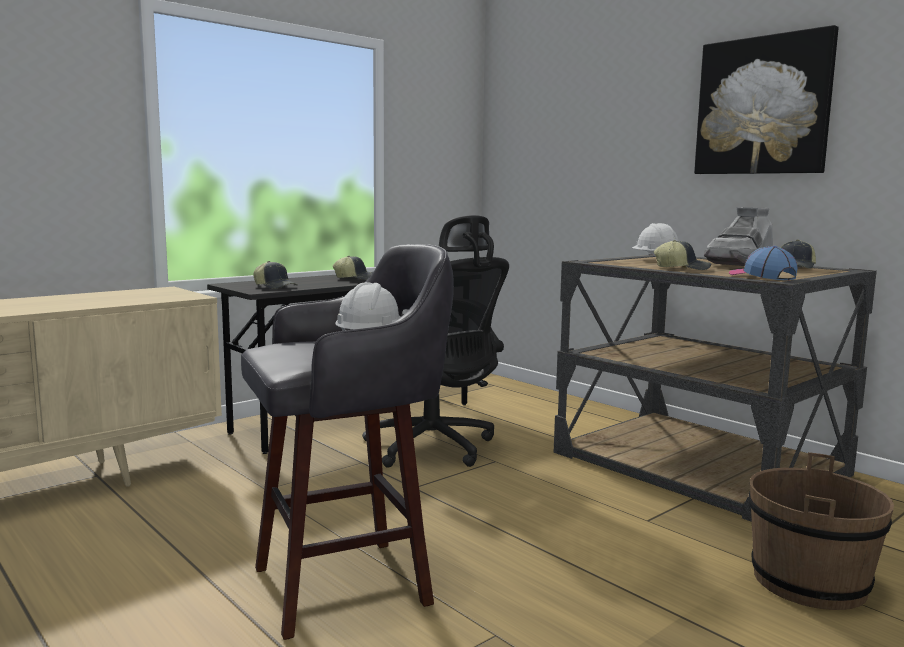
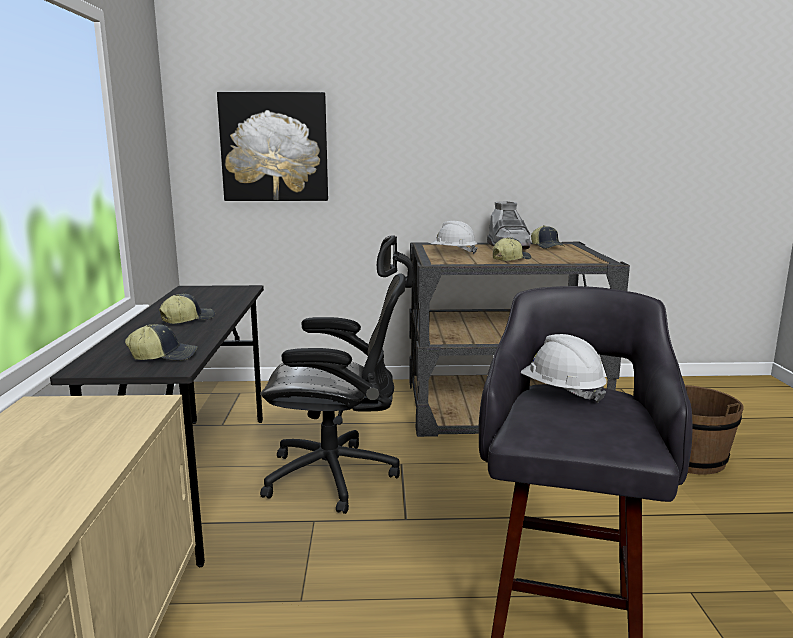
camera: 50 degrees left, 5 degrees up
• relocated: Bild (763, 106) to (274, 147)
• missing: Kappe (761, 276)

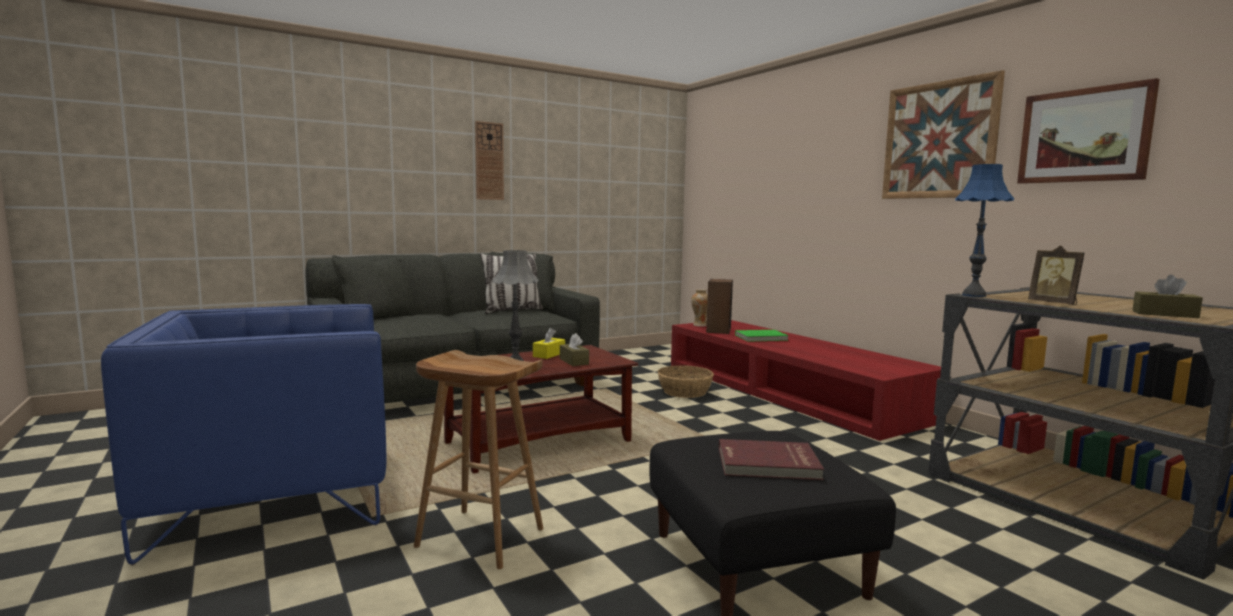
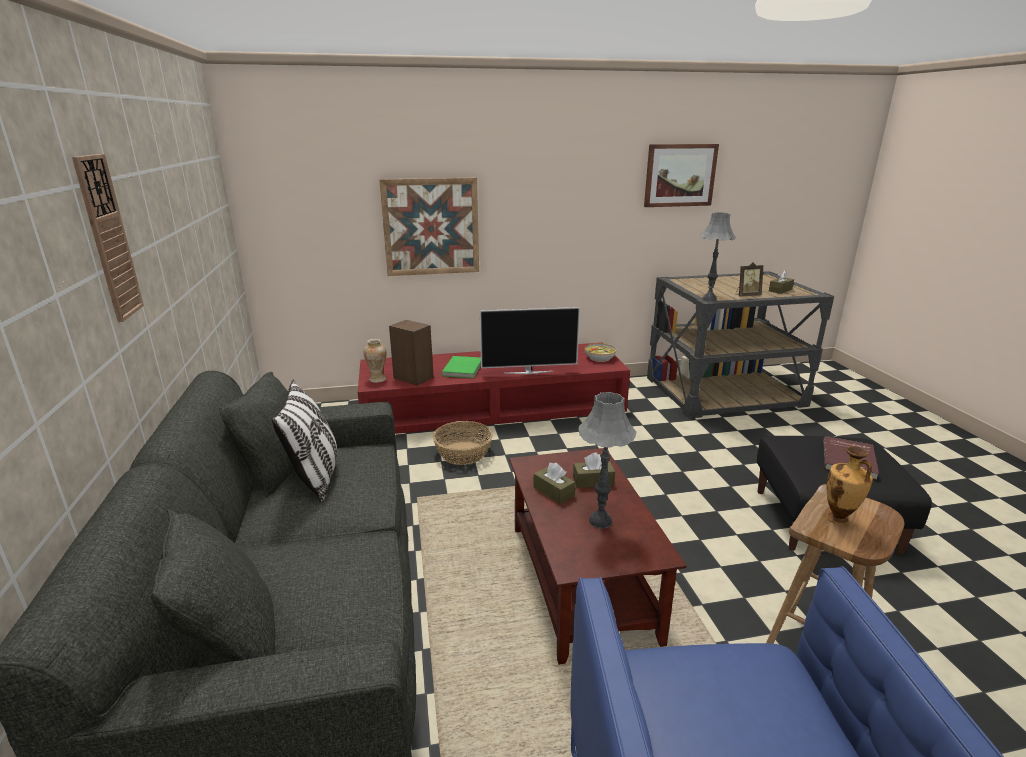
camera: 70 degrees left, 15 degrees up
• relocated: Bild (939, 140) to (431, 227)
• appeared: Fernseher (528, 372)
• colour: Taschentuchbox (gelb) (549, 354) to Taschentuchbox (braun) (553, 492)
• appeared: Schüssel (599, 357)
• colour: Tischlampe (blau) (973, 295) to Tischlampe (grau) (709, 299)
• appeared: Vase (838, 520)

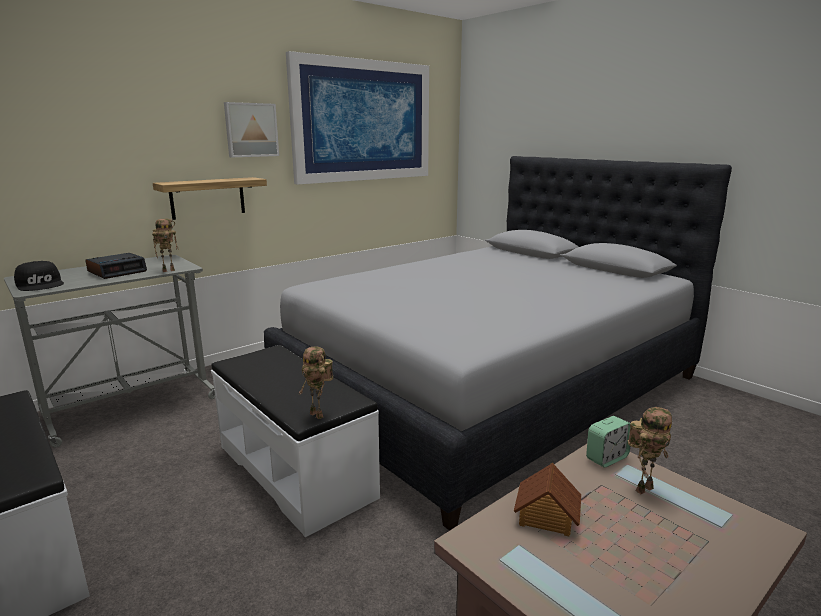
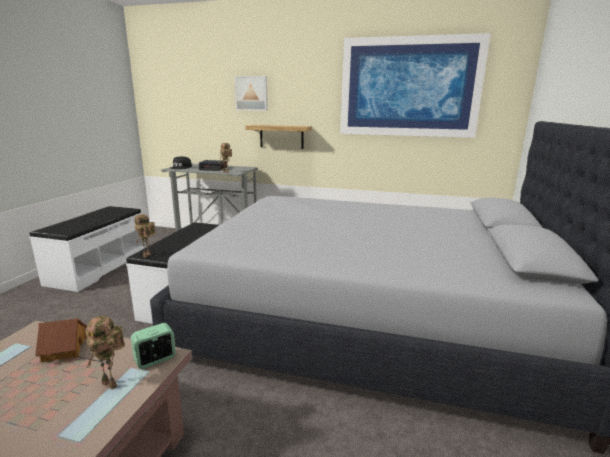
camera: 55 degrees right, 0 degrees up
• spun: Wecker (606, 458) = (155, 360) 120 degrees clockwise
• relocated: Bild (251, 130) to (252, 93)

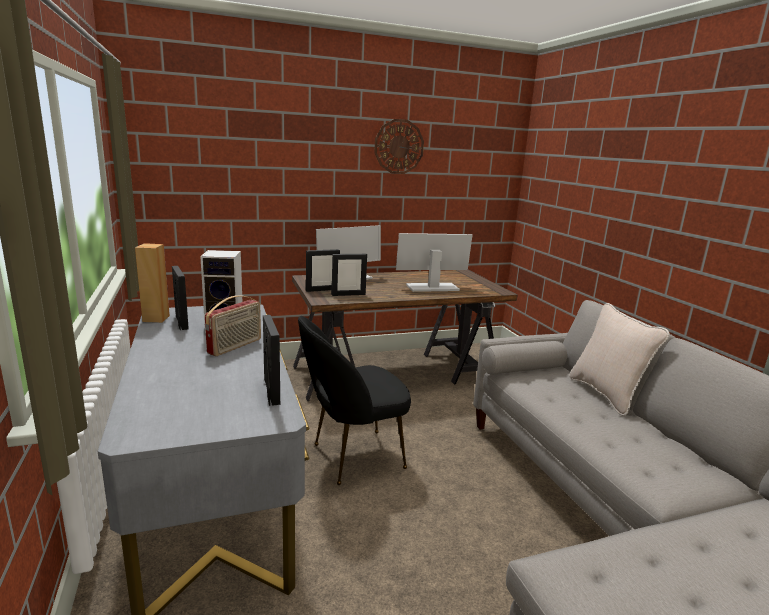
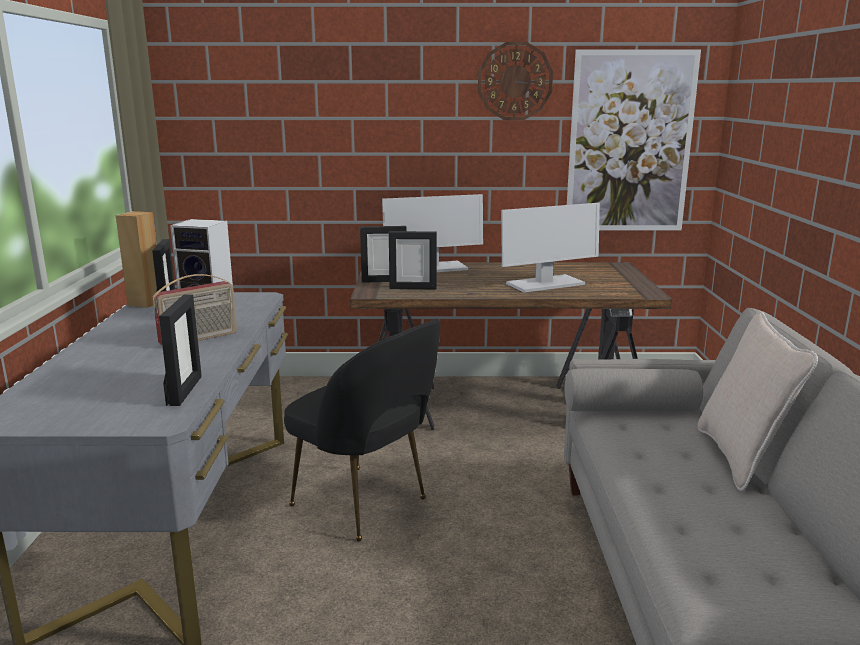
camera: 20 degrees right, 0 degrees up
• spun: Stuhl (schwarz) (351, 458) = (366, 506) 135 degrees counterclockwise
• spun: Monitor (433, 287) = (545, 284) 150 degrees clockwise
• appeared: Bild (630, 143)

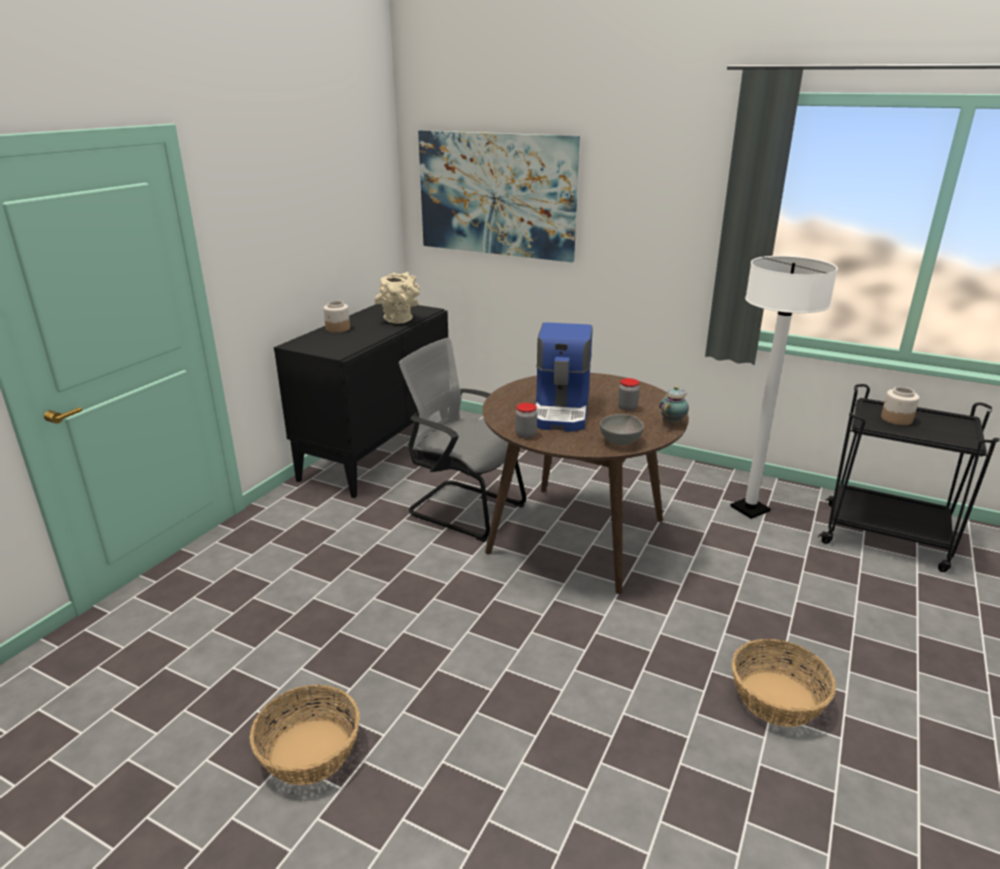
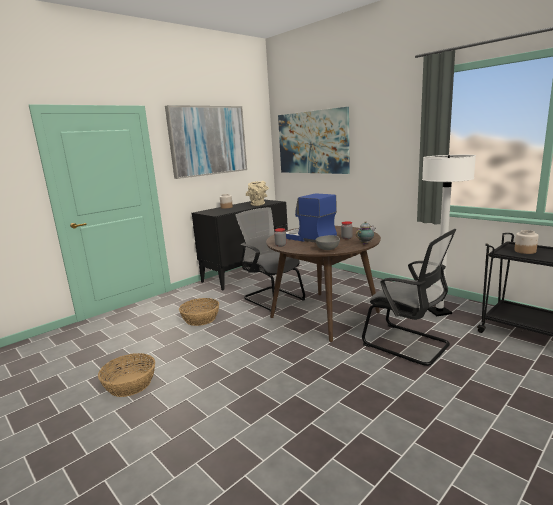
camera: 20 degrees right, 10 degrees down
• appeared: Bild (208, 141)
• relocated: Korb (776, 698) to (201, 319)
• spun: Kaffeemaschine (562, 411) = (309, 238) 105 degrees clockwise
• appeared: Stuhl (408, 345)

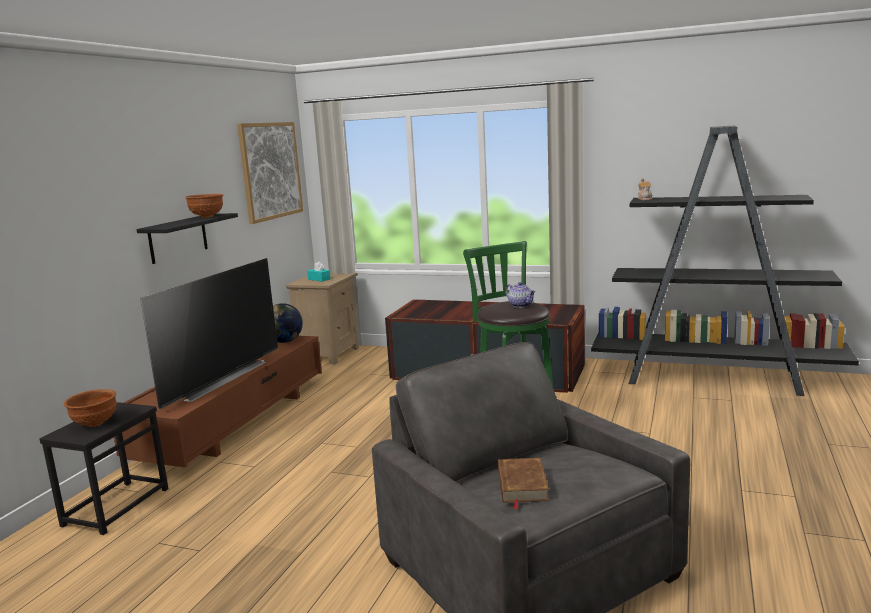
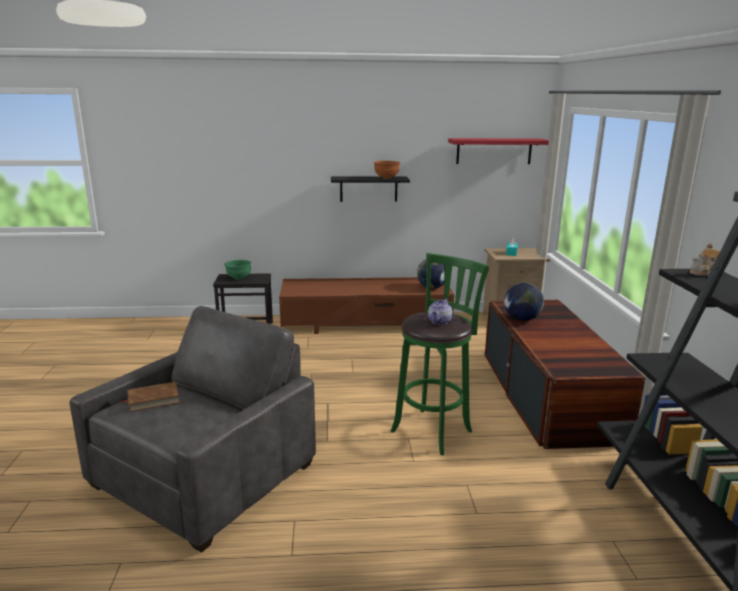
camera: 65 degrees right, 5 degrees up
• colour: Schüssel (braun) (94, 424) to Schüssel (grün) (238, 278)
• exchanged: Bild (270, 170) to Wandregal (rot) (494, 151)
• appeared: Globus (521, 319)
• missing: Fernseher (219, 379)

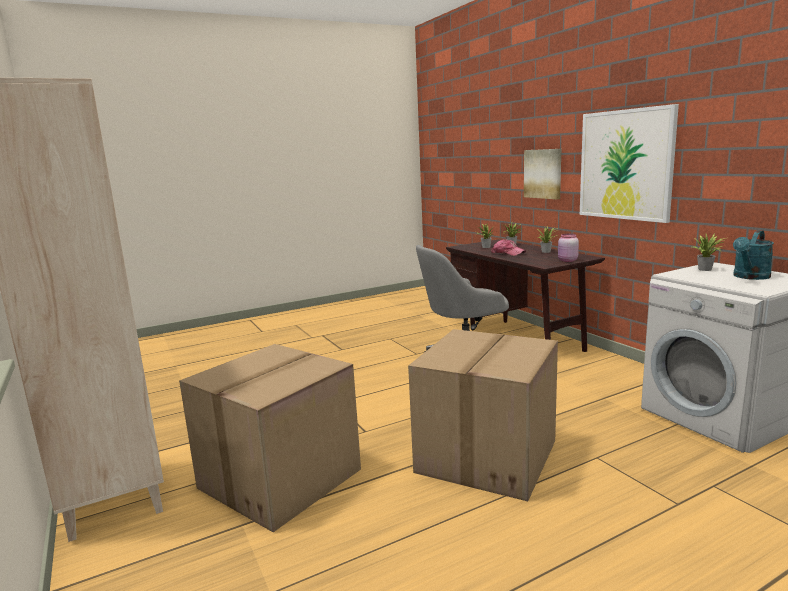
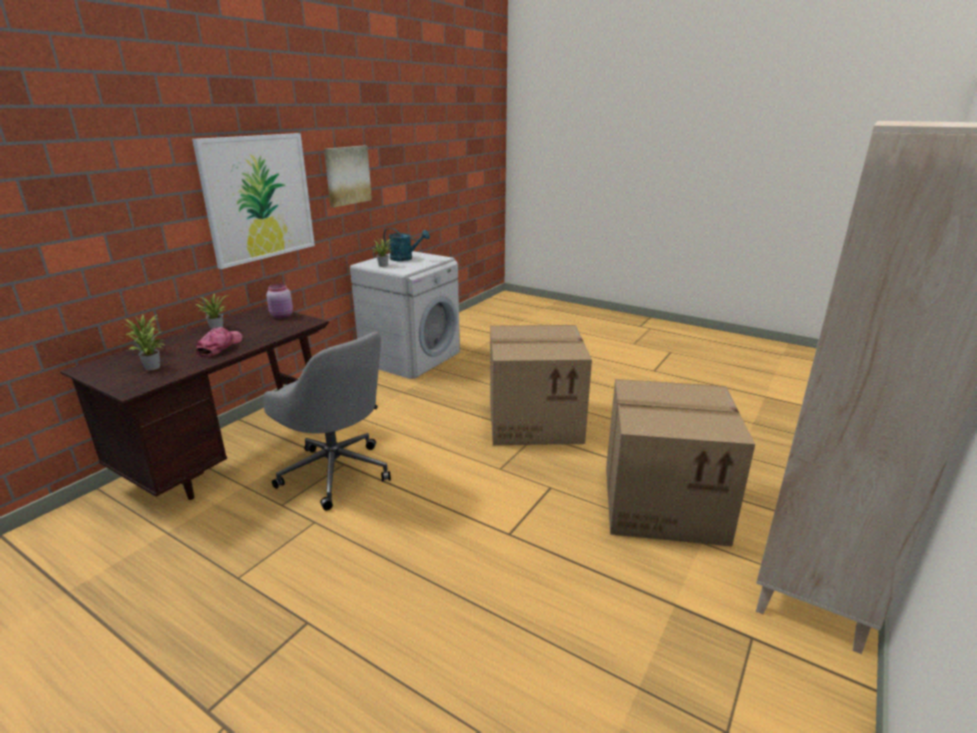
camera: 120 degrees left, 10 degrees up
• relocated: Bild (543, 173) to (347, 175)

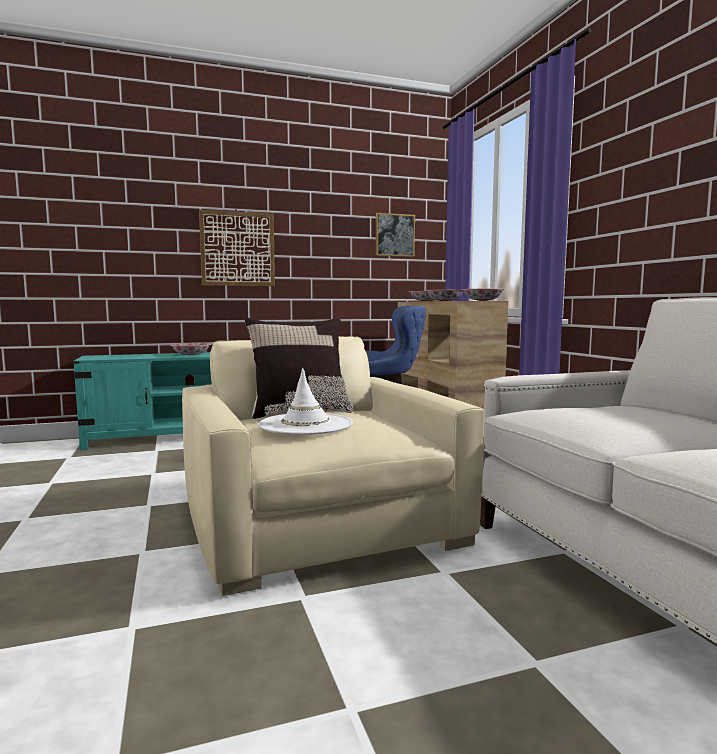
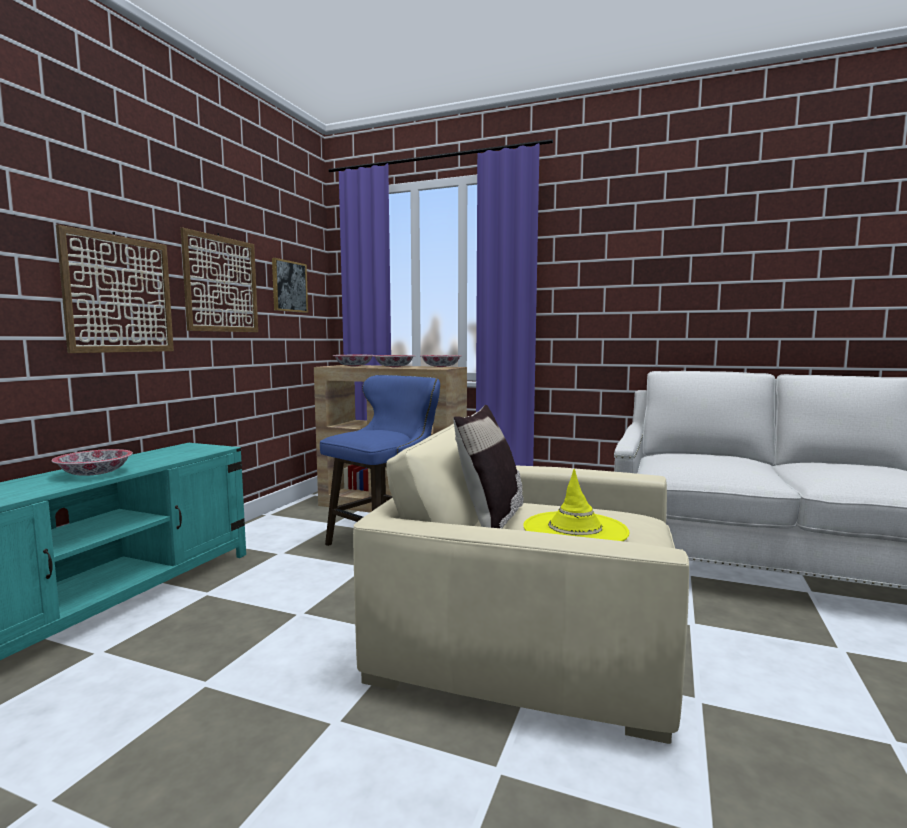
camera: 50 degrees left, 0 degrees up
• appeared: Bild (221, 282)
• colour: Hut (weiß) (306, 424) to Hut (gelb) (575, 530)

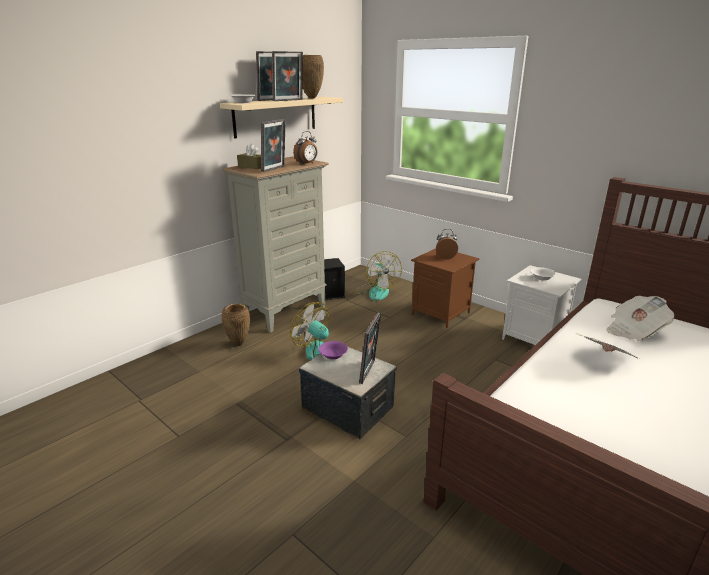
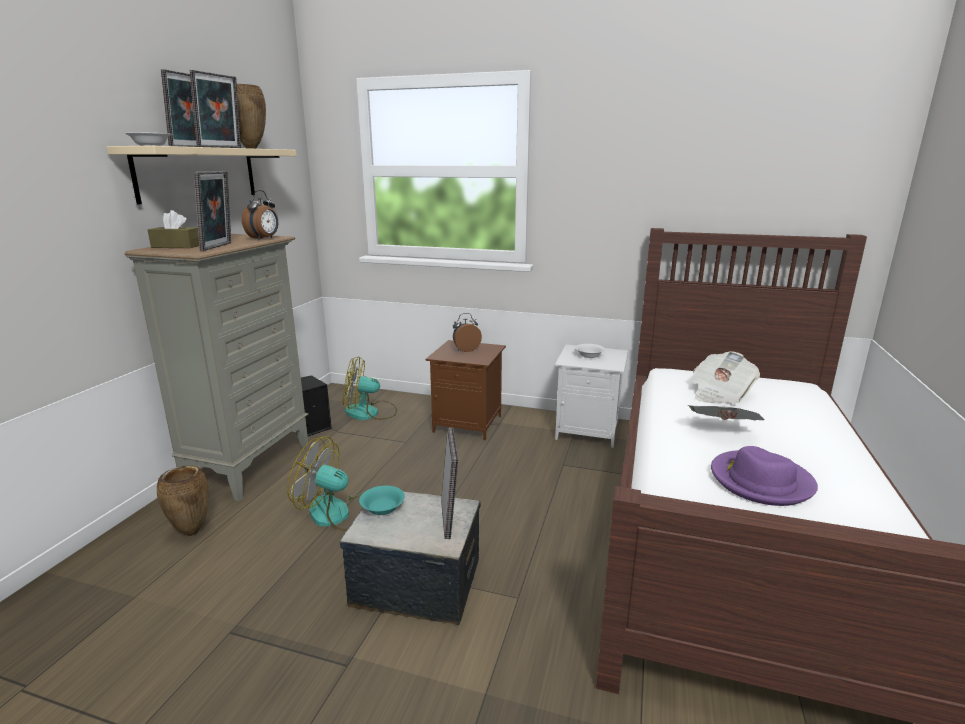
camera: 25 degrees left, 5 degrees down
• spun: Ventilator (375, 291) = (370, 413) 135 degrees clockwise
• colour: Schüssel (lila) (333, 355) to Schüssel (türkis) (383, 508)
• appeared: Hut (lila) (760, 481)

